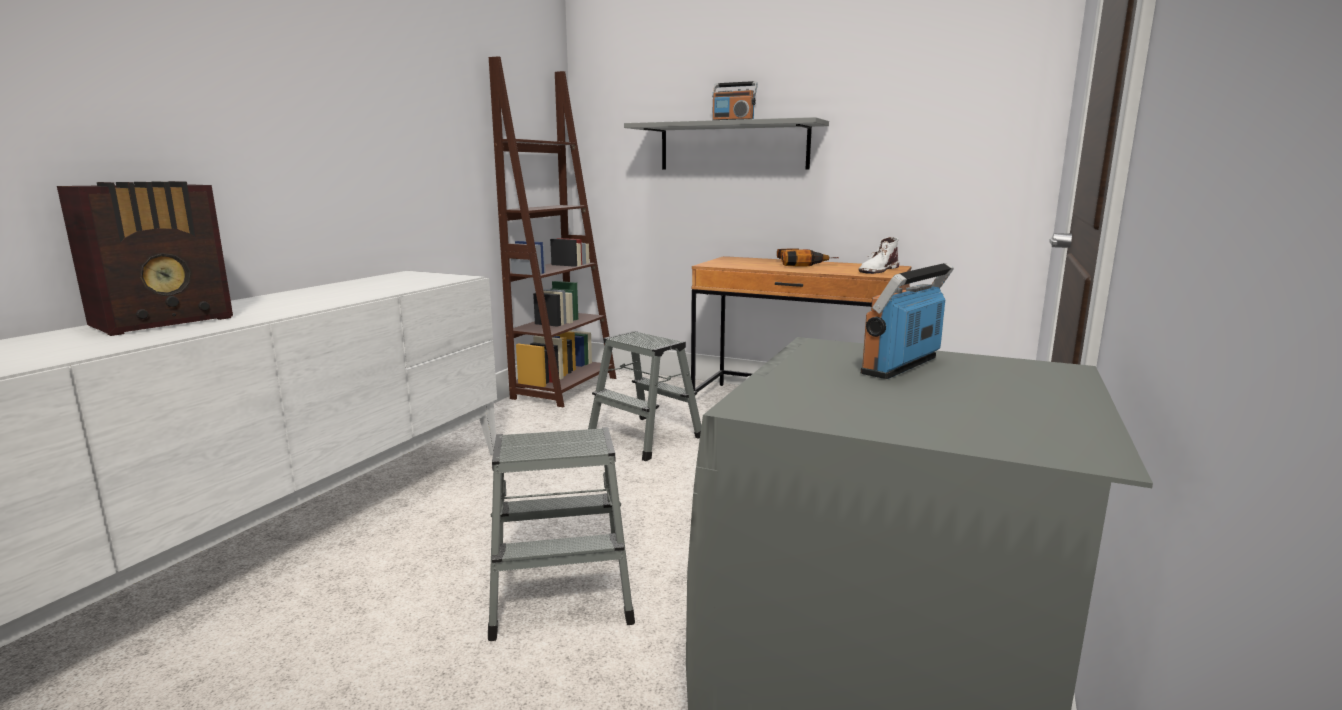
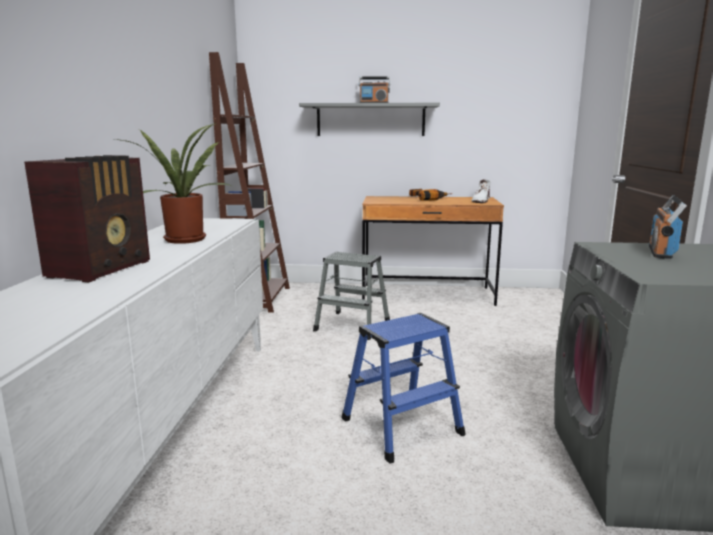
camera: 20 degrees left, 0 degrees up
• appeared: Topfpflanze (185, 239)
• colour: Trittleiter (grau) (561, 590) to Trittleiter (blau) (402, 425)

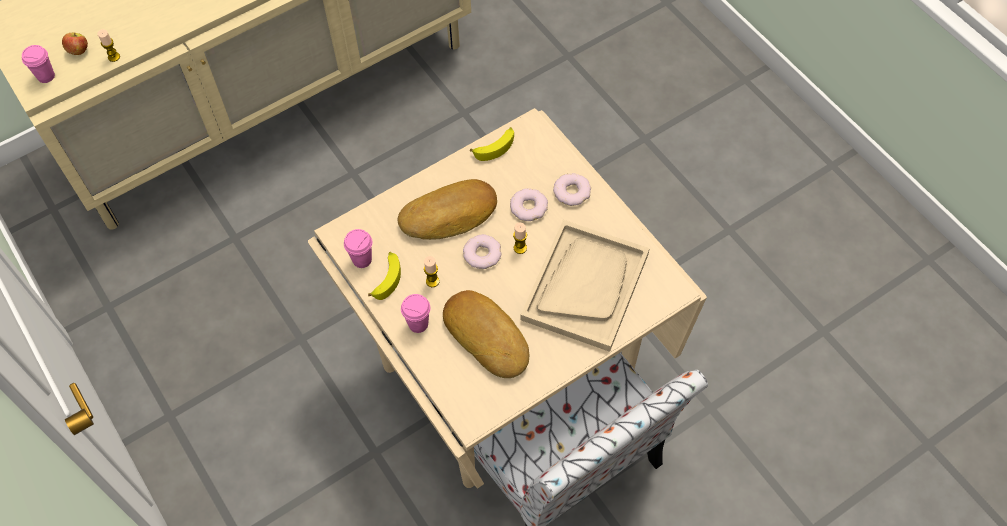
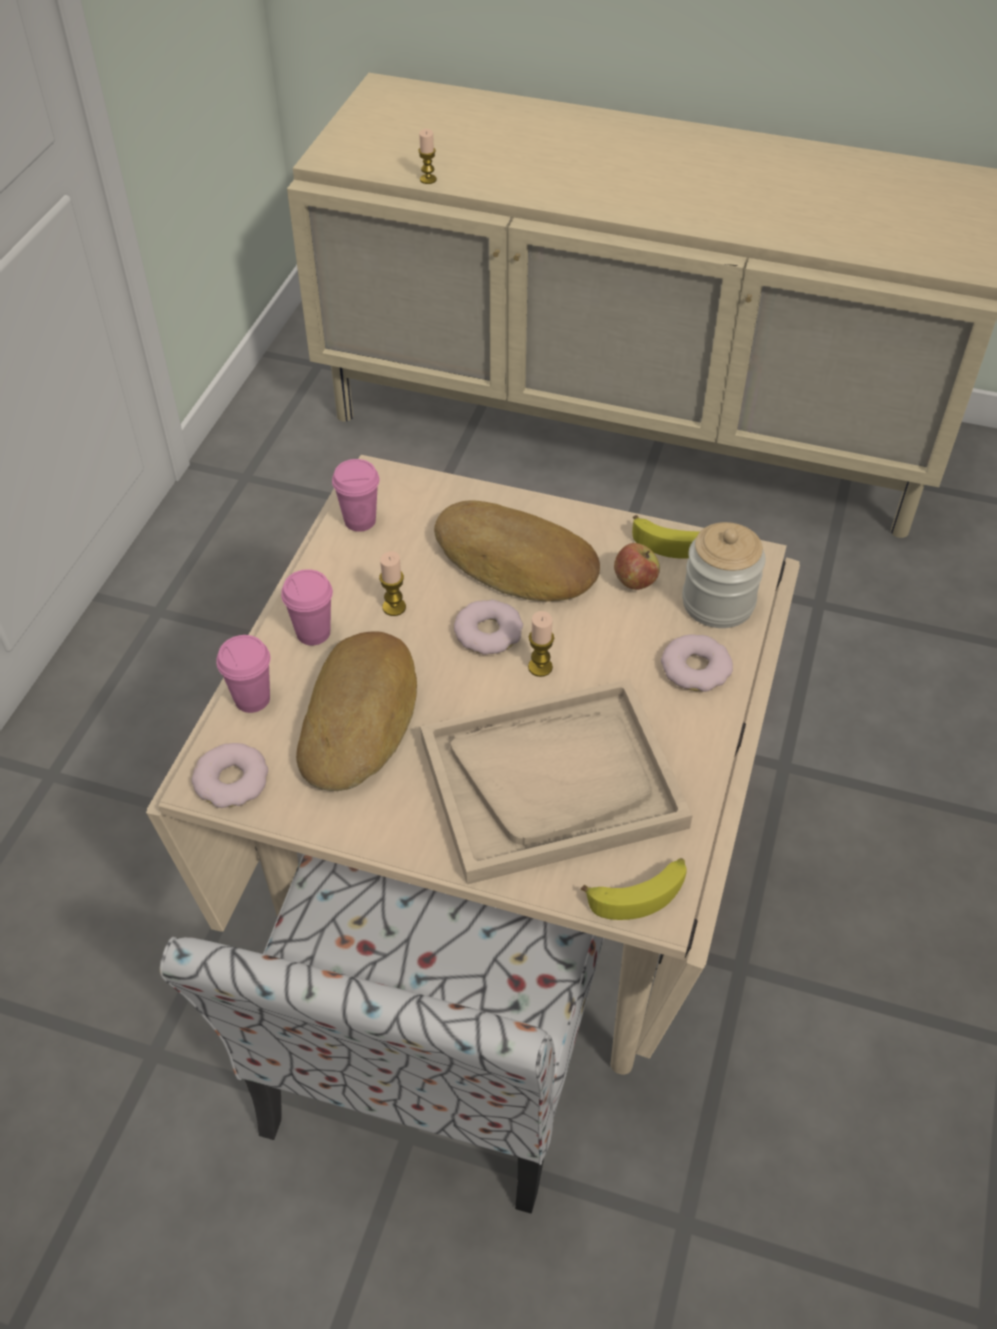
camera: 50 degrees right, 10 degrees down
• relocated: Donut (529, 207) to (232, 780)
• relocated: Tasse (rosa) (46, 76) to (252, 699)
• relocated: Banane (387, 278) to (639, 892)
• relocated: Apfel (78, 51) to (634, 581)
• appeared: Vorratsglas (718, 602)

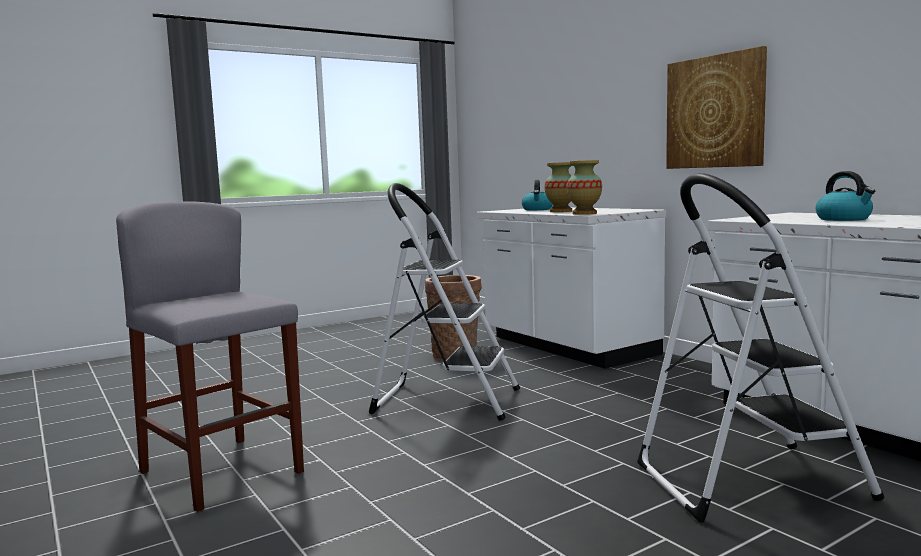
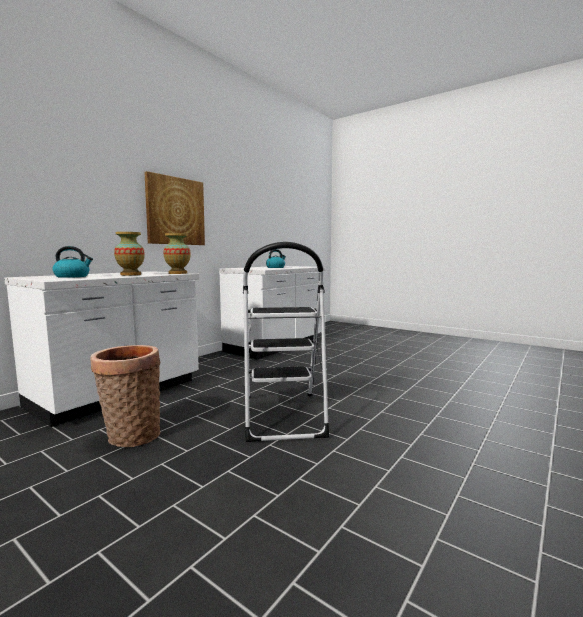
camera: 110 degrees left, 0 degrees up
• missing: Hocker (grau) (221, 472)
• missing: Trittleiter (744, 480)

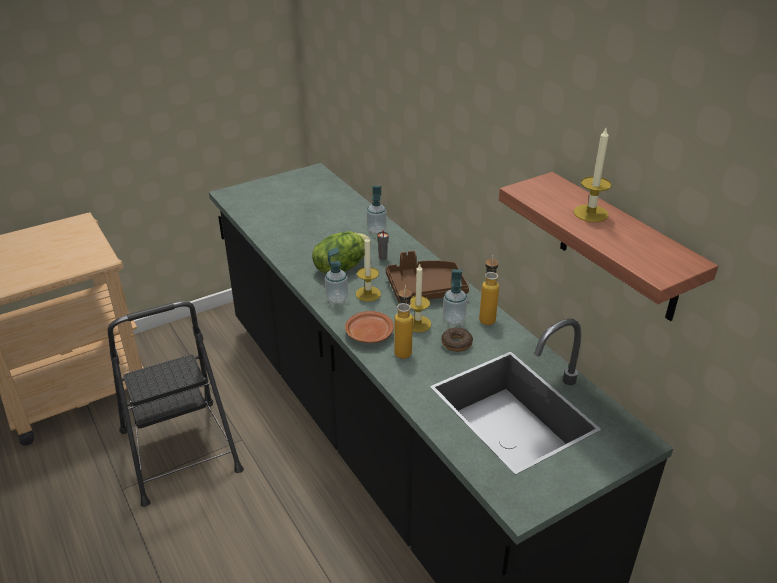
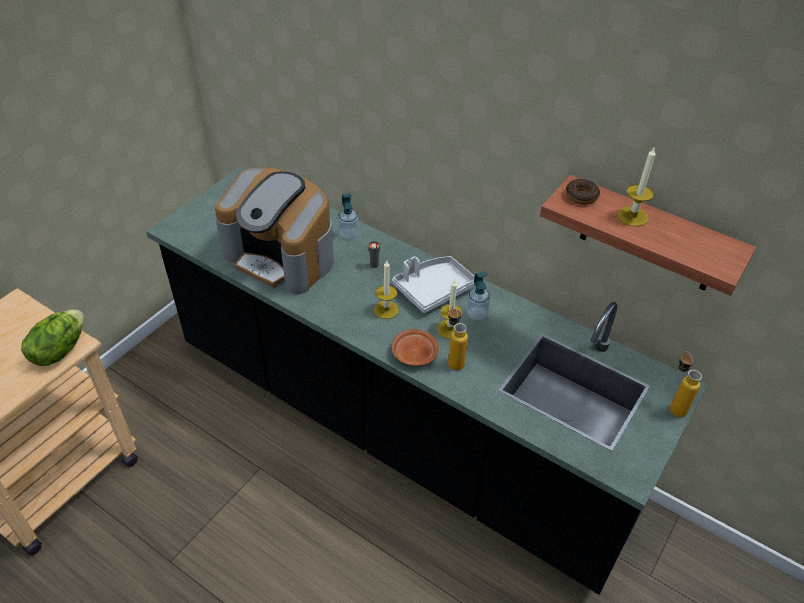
camera: 25 degrees left, 10 degrees up
• relocated: Salatkopf (341, 267) to (59, 350)
• appeared: Kaffeemaschine (281, 257)
• colour: Tablett (braun) (425, 289) to Tablett (grau) (433, 289)
• relocated: Donut (456, 343) to (581, 196)
• relocated: Flasche (487, 316) to (674, 405)
• missing: Trittleiter (schwarz) (180, 452)
• missing: Seifenspender (337, 298)

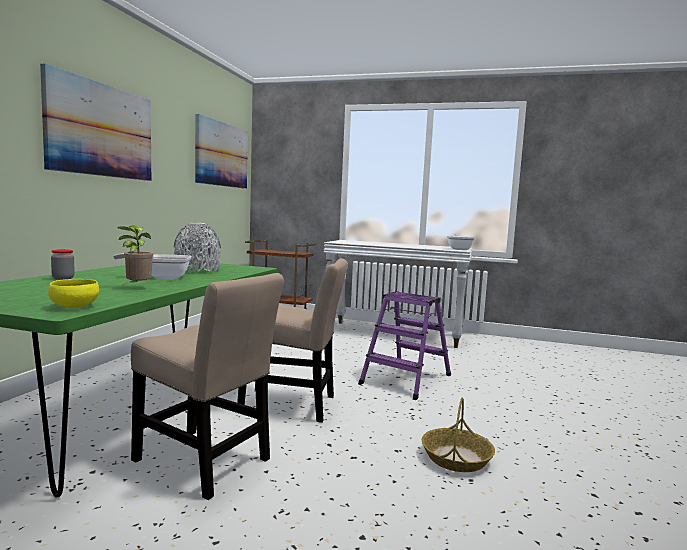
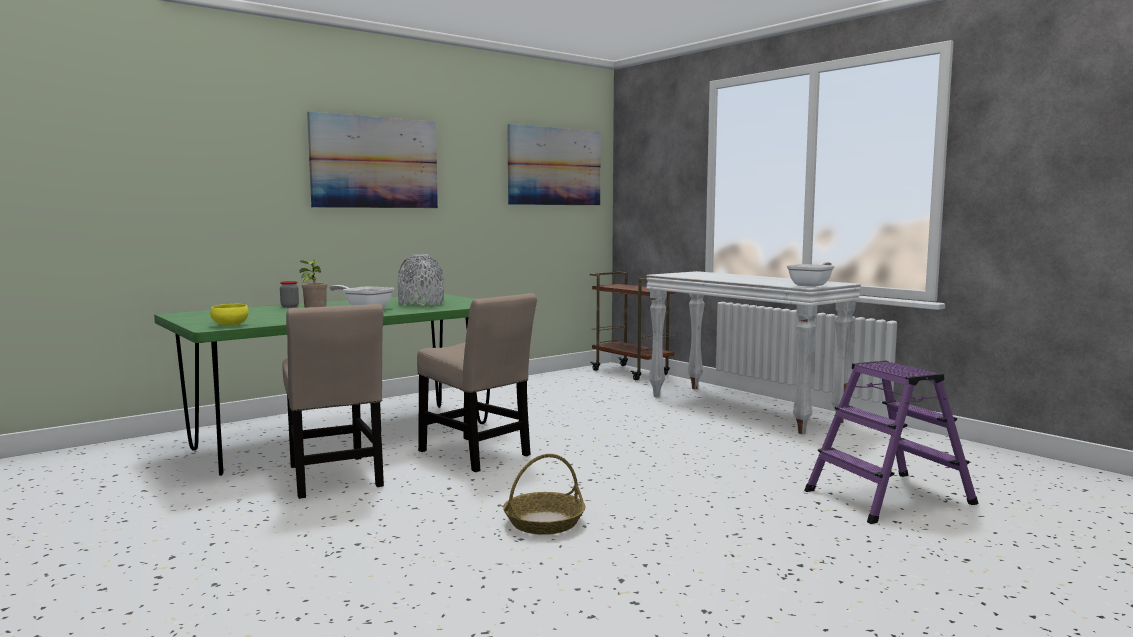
camera: 35 degrees right, 0 degrees up
• relocated: Trittleiter (lila) (406, 379) to (889, 497)

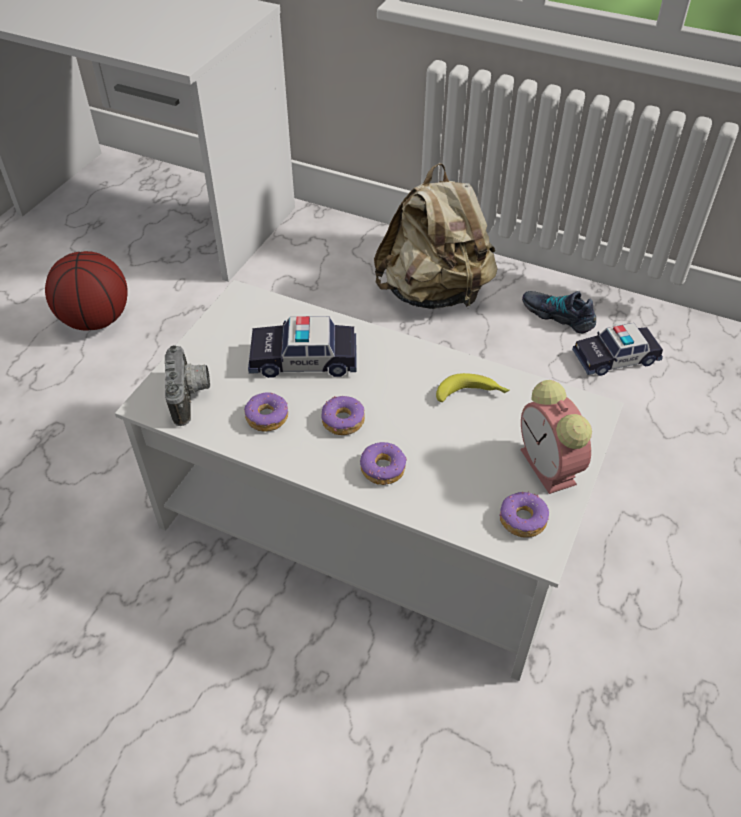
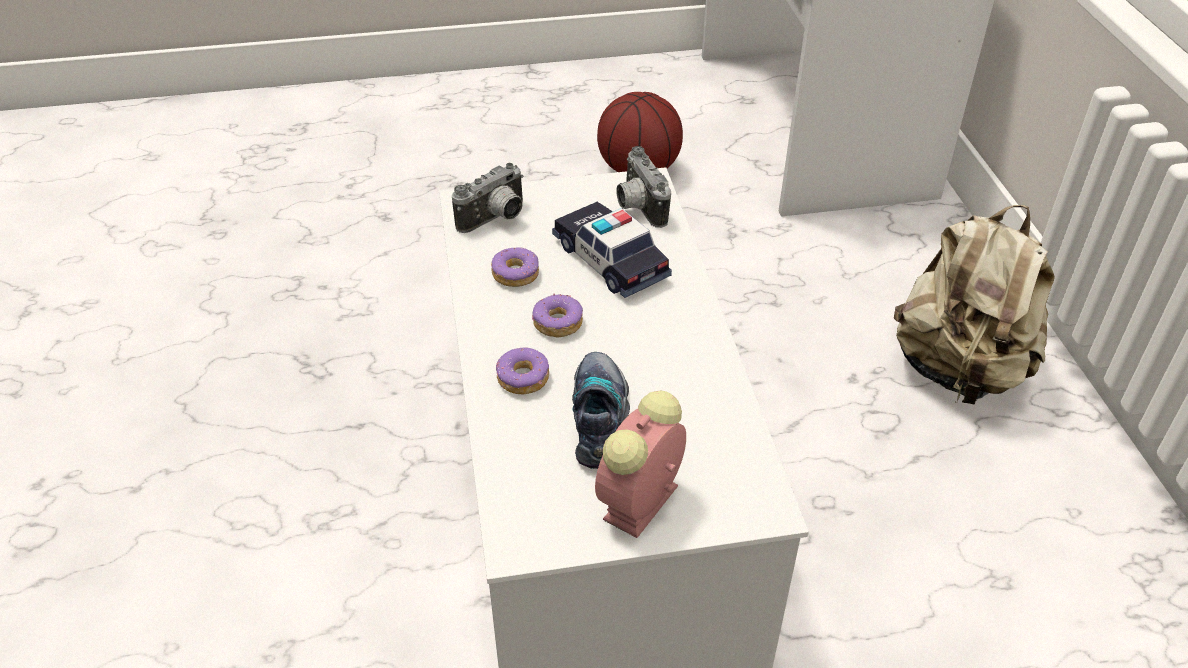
camera: 55 degrees right, 5 degrees down
• relocated: Schuh (558, 315) to (600, 418)
• appeared: Kamera (637, 207)
• missing: Banane (472, 395)
• missing: Donut (522, 519)
• missing: Spielzeugauto (615, 358)

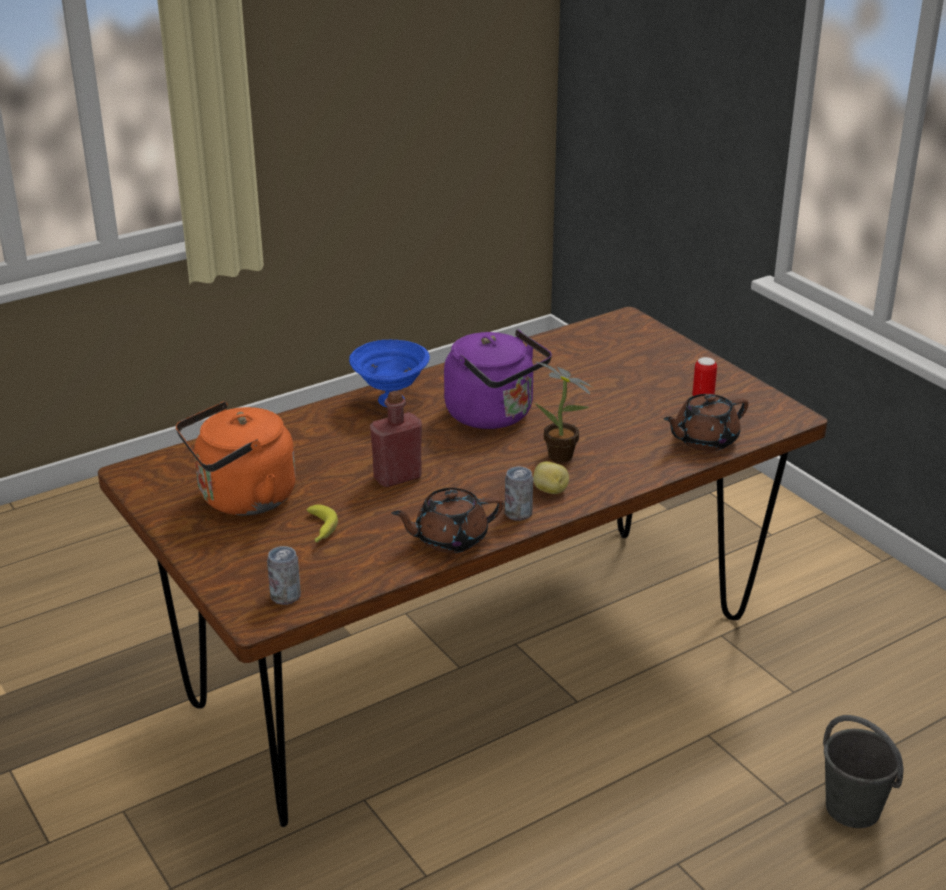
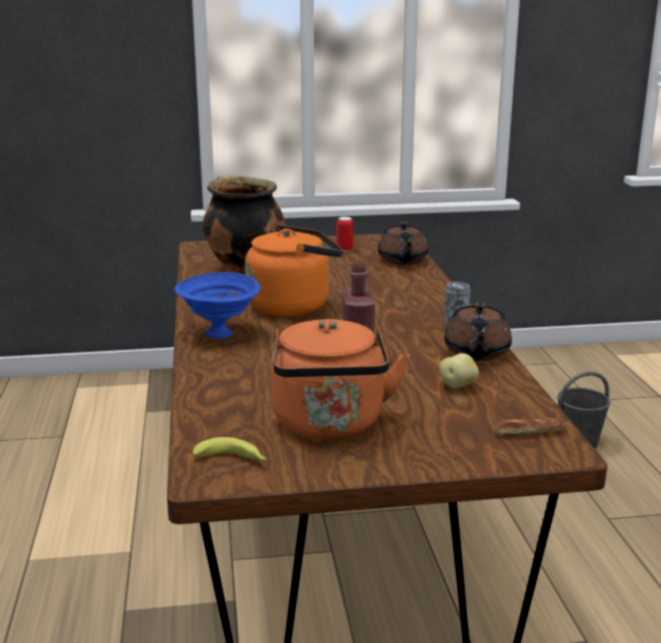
camera: 65 degrees left, 10 degrees down
• relocated: Banane (319, 530) to (233, 460)
• appeared: Kochtopf (244, 268)
• colour: Wasserkessel (lila) (494, 415) to Wasserkessel (orange) (293, 306)
• relocated: Kartoffel (550, 491) to (458, 385)
• exchanged: Dose (285, 596) to Brot (530, 432)
• missing: Topfpflanze (563, 458)

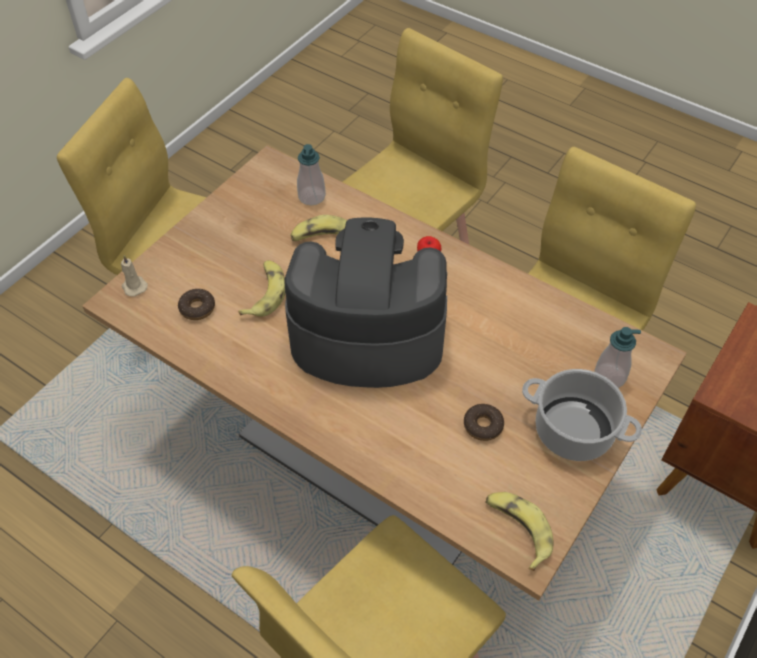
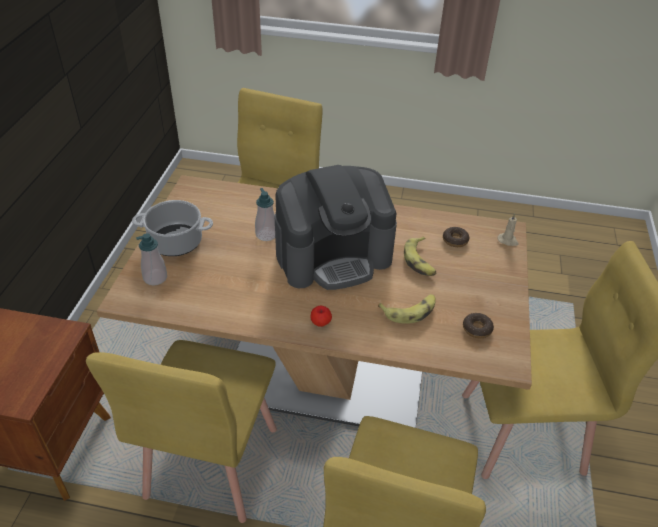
camera: 155 degrees right, 10 degrees down
• relocated: Seifenspender (311, 196) to (266, 234)
• relocated: Donut (483, 425) to (477, 329)
• missing: Banane (517, 529)

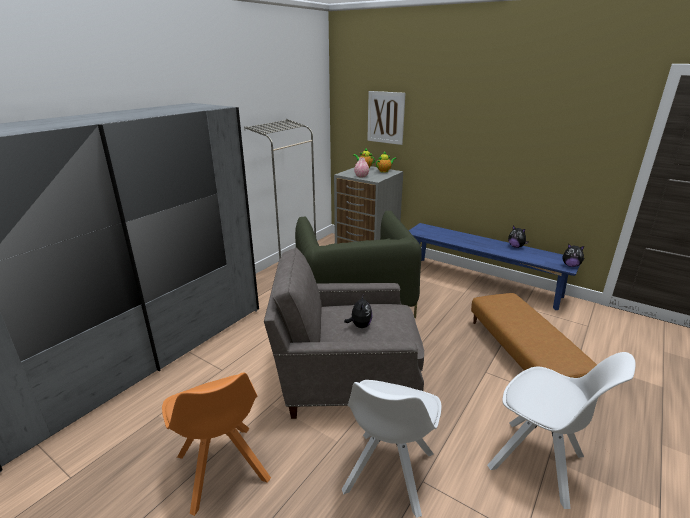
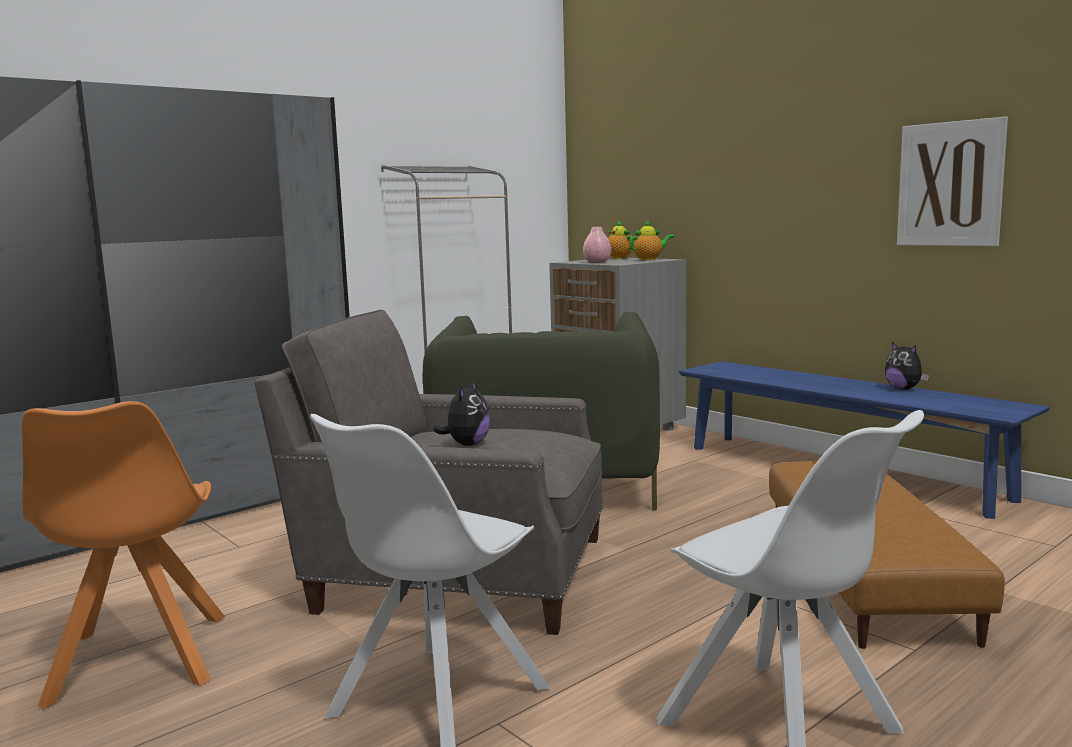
camera: 15 degrees right, 15 degrees down
• relocated: Bild (386, 117) to (950, 184)
• missing: Plüschtier (570, 265)

